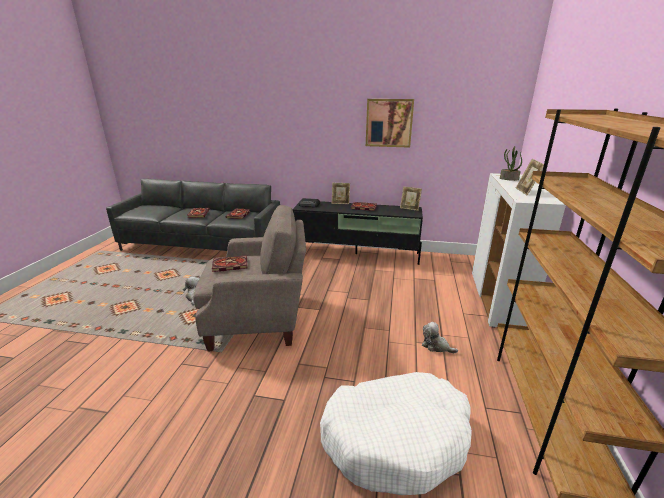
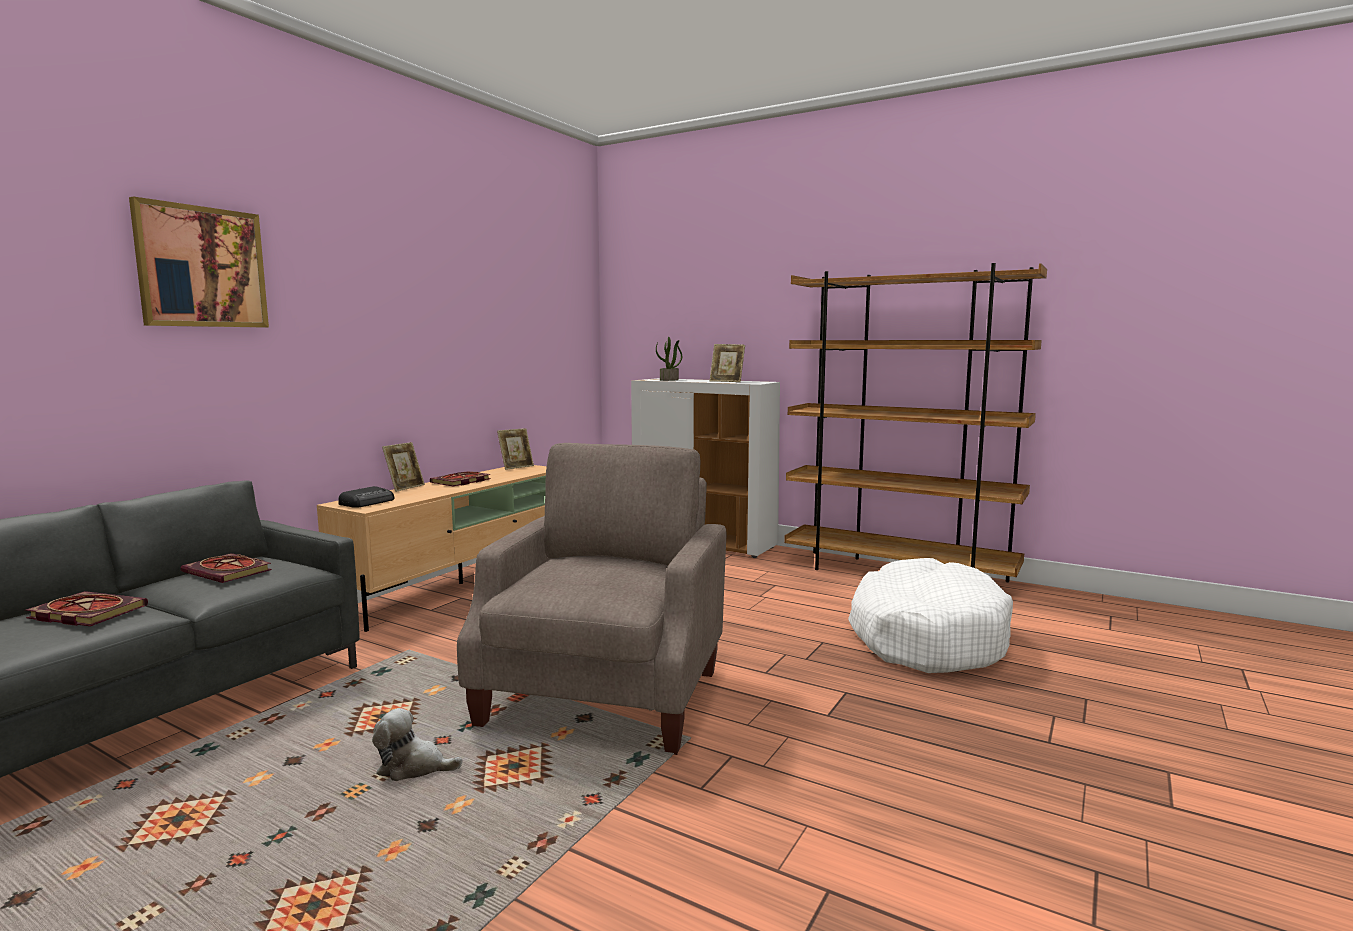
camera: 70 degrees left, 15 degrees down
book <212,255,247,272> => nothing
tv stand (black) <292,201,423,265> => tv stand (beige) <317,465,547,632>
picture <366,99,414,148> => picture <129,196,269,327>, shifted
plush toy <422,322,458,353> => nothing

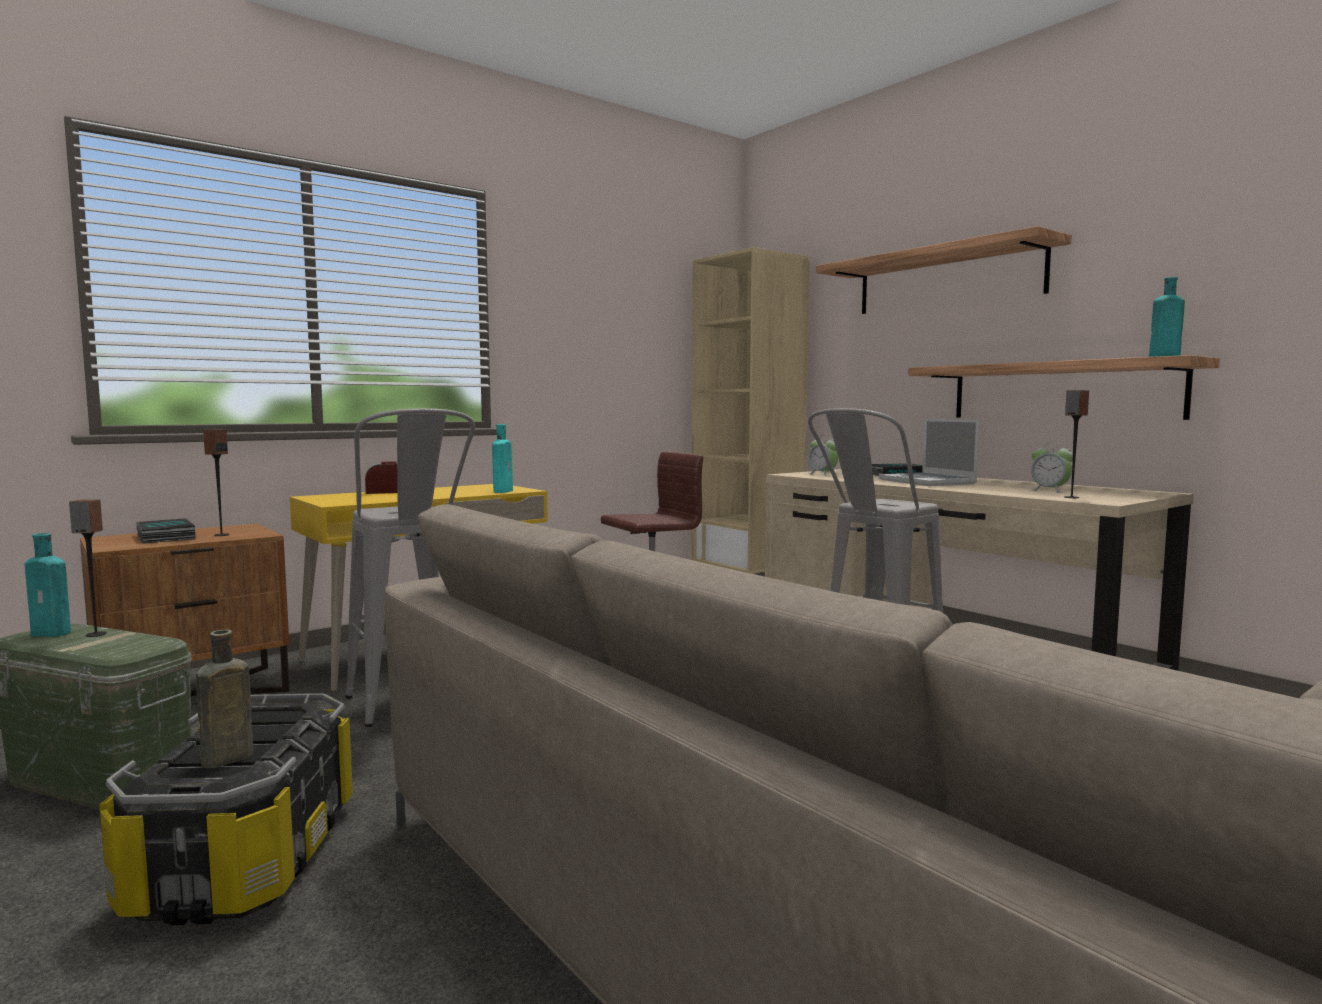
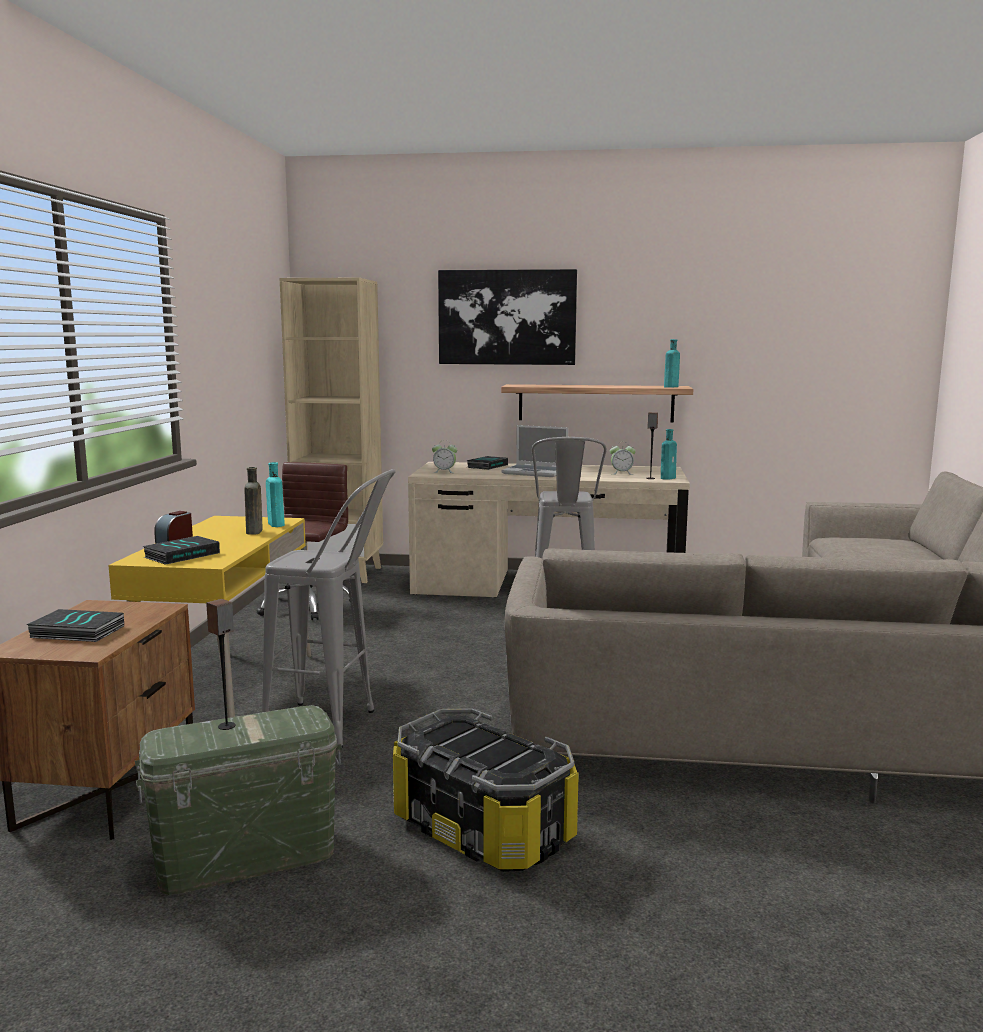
camera: 45 degrees left, 5 degrees up
bottle (turquoise) <25,533,71,637> => bottle (turquoise) <661,429,677,480>, shifted
bottle (brown) <196,630,253,769> => bottle (brown) <244,467,262,535>, shifted
speaker <203,429,229,536> => nothing
shelf <816,226,1072,314> => picture <438,269,577,365>
nothing => book <142,536,220,565>

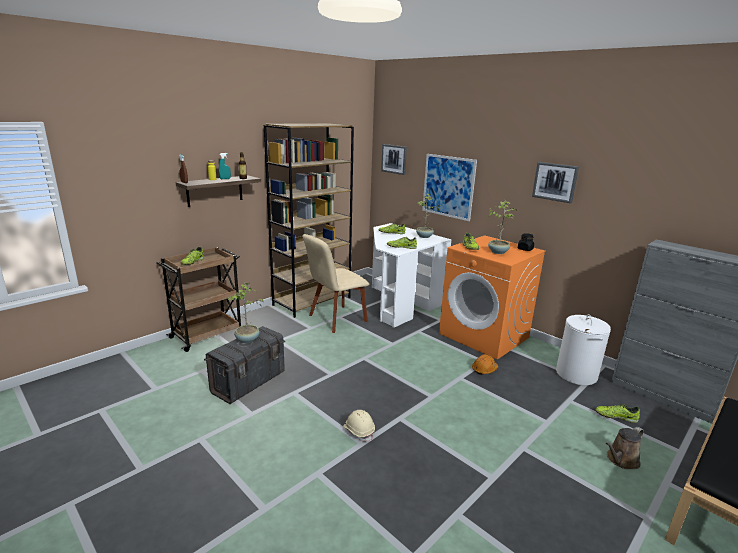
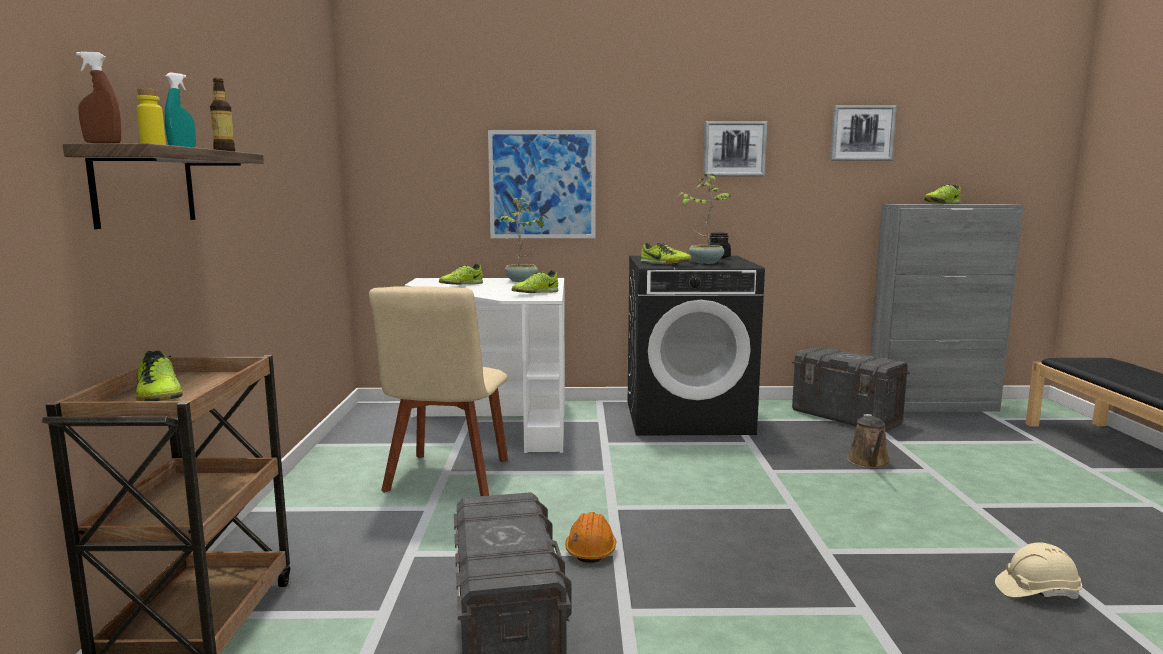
camera: 45 degrees left, 10 degrees down
potted plant <228,282,264,343> => nothing
bookcase (brown) <264,123,354,318> => nothing
hard hat (beige) <343,410,375,442> => hard hat (beige) <995,542,1082,599>, shifted
picture <381,144,407,175> => picture <830,105,897,161>, shifted
washing machine (orange) <439,235,546,360> => washing machine (black) <628,256,765,436>
hard hat (orange) <472,354,498,375> => hard hat (orange) <565,512,616,563>, shifted
laundry basket (white) <556,314,611,385> => storage box (grey) <792,346,910,432>
shoe <595,404,640,423> => shoe <924,184,961,204>, shifted
watering can (brown) <606,427,644,469> => watering can (brown) <847,414,890,469>, shifted

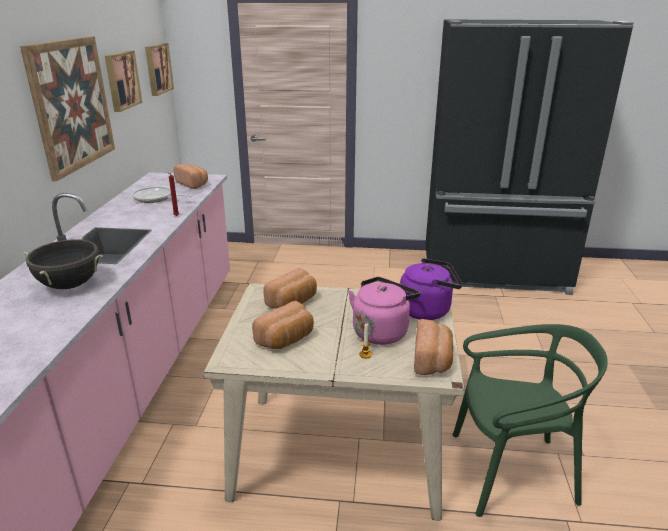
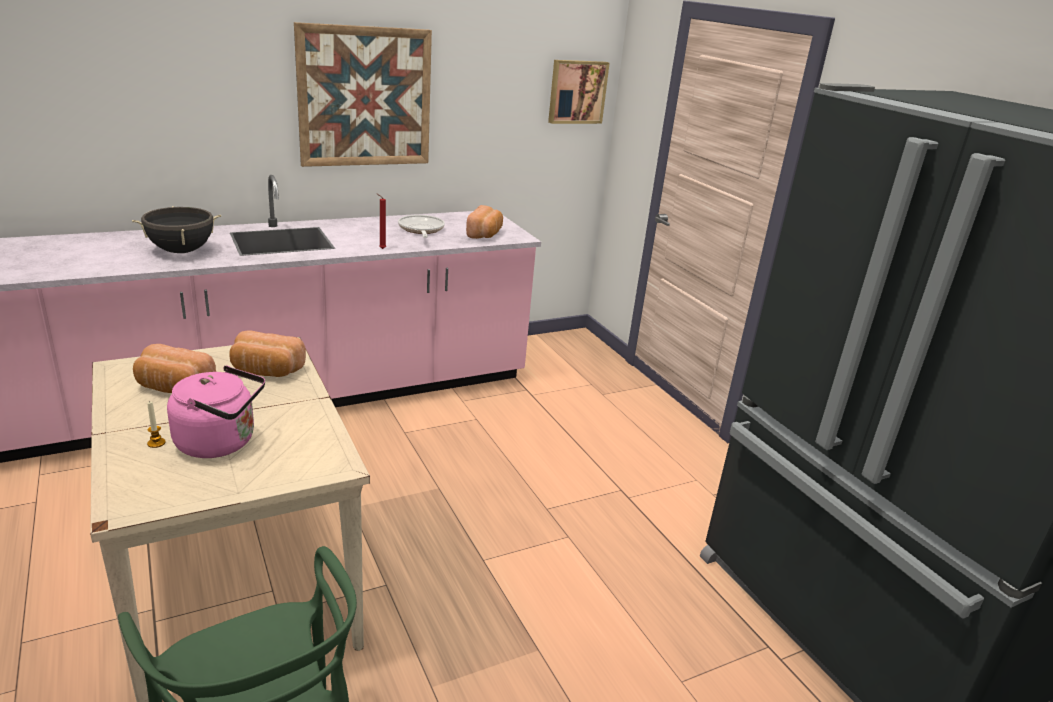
camera: 55 degrees right, 0 degrees up
picture <105,51,142,112> => nothing
kettle (purple) <400,258,462,320> => nothing
bread <414,319,453,375> => nothing

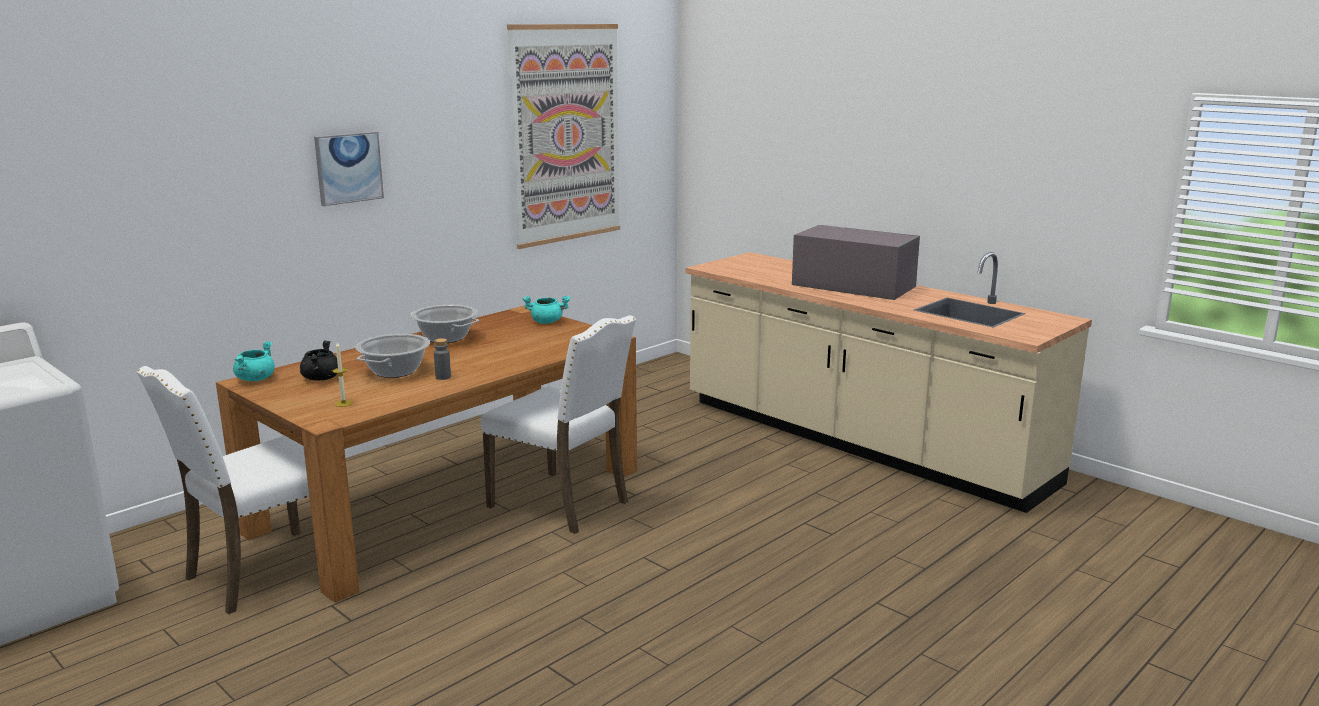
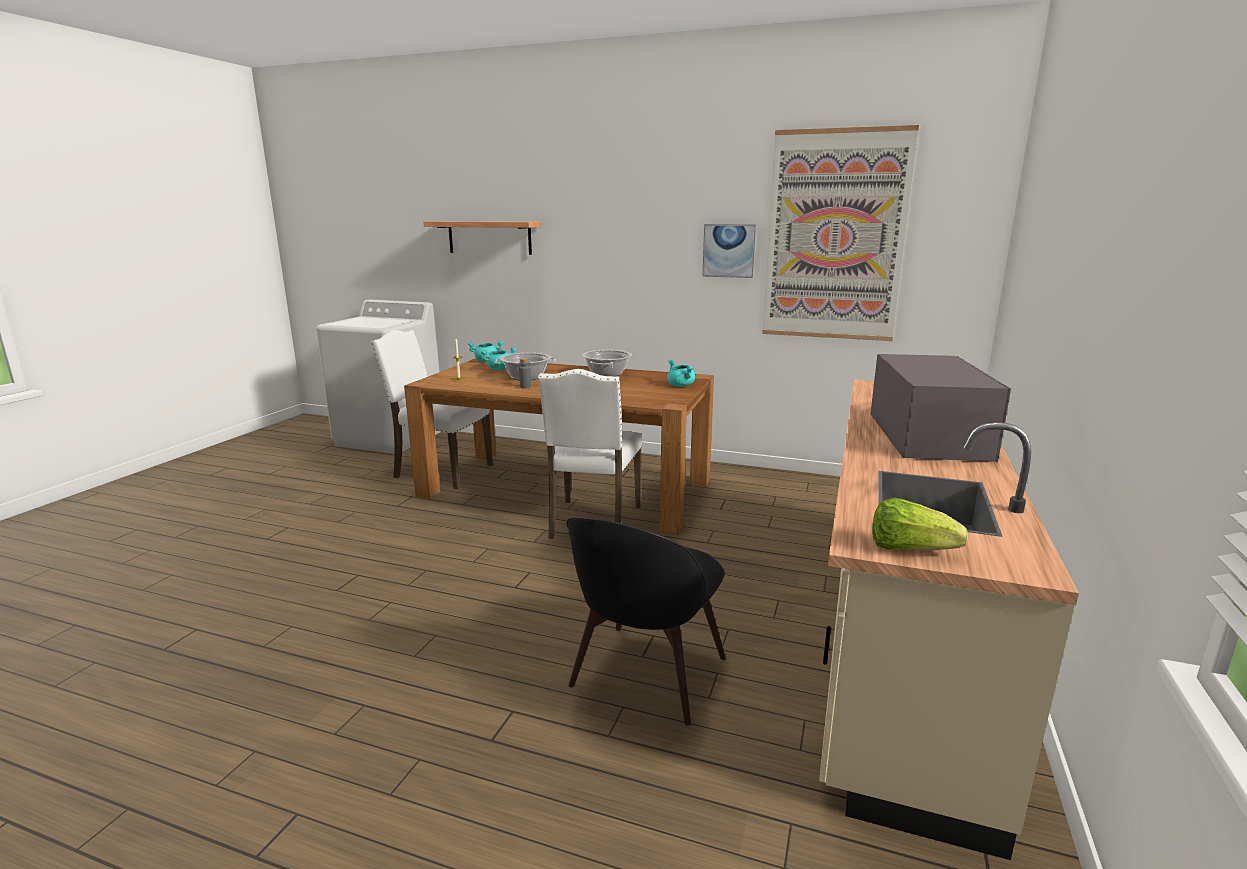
camera: 65 degrees right, 0 degrees up
cooking pot (black) <300,340,338,380> => cooking pot (turquoise) <481,347,517,370>
picture <314,132,384,206> => picture <702,224,756,278>, shifted
nothing => shelf <423,221,541,255>
nothing => chair (black) <567,517,726,726>
nothing => lettuce <872,498,968,550>

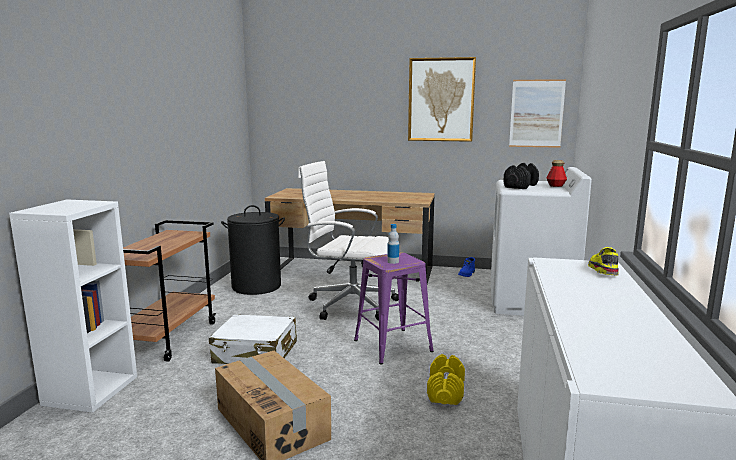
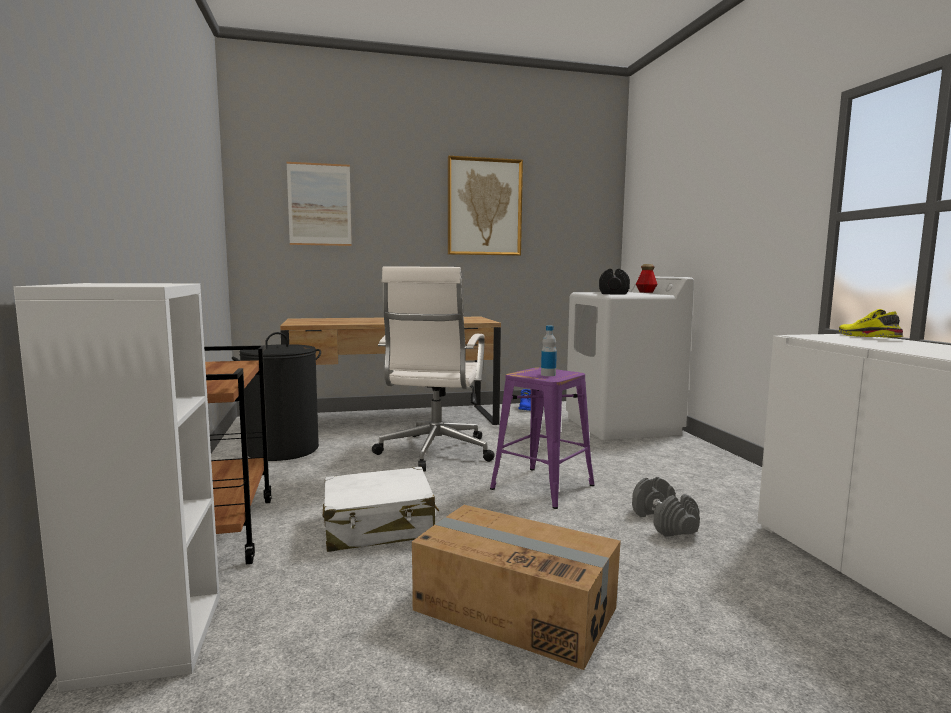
camera: 25 degrees left, 5 degrees down
office chair (white) <298,161,399,321> => office chair (white) <372,266,495,472>, 75 degrees counterclockwise
dumbbell (yellow) <427,354,465,405> => dumbbell (grey) <632,477,700,537>
picture <509,79,566,148> => picture <287,162,352,246>, shifted

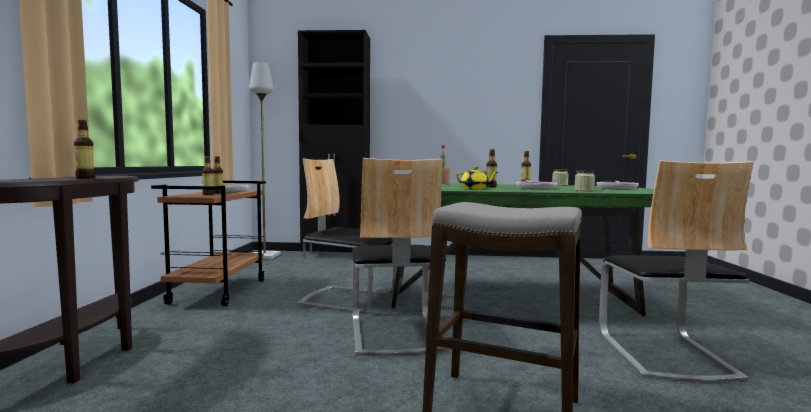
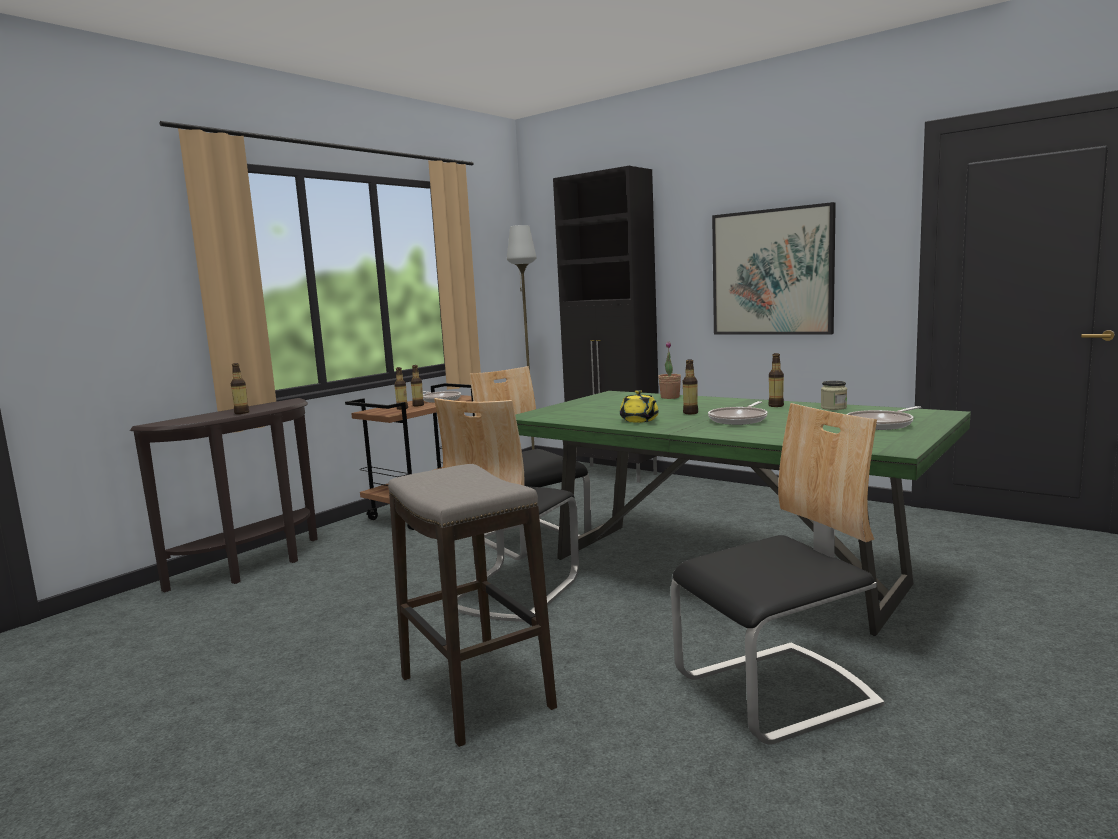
camera: 35 degrees right, 5 degrees up
jar <574,171,595,191> => nothing
chair <599,160,754,383> => chair <671,403,885,745>, 150 degrees counterclockwise
nothing => picture <712,202,836,335>

